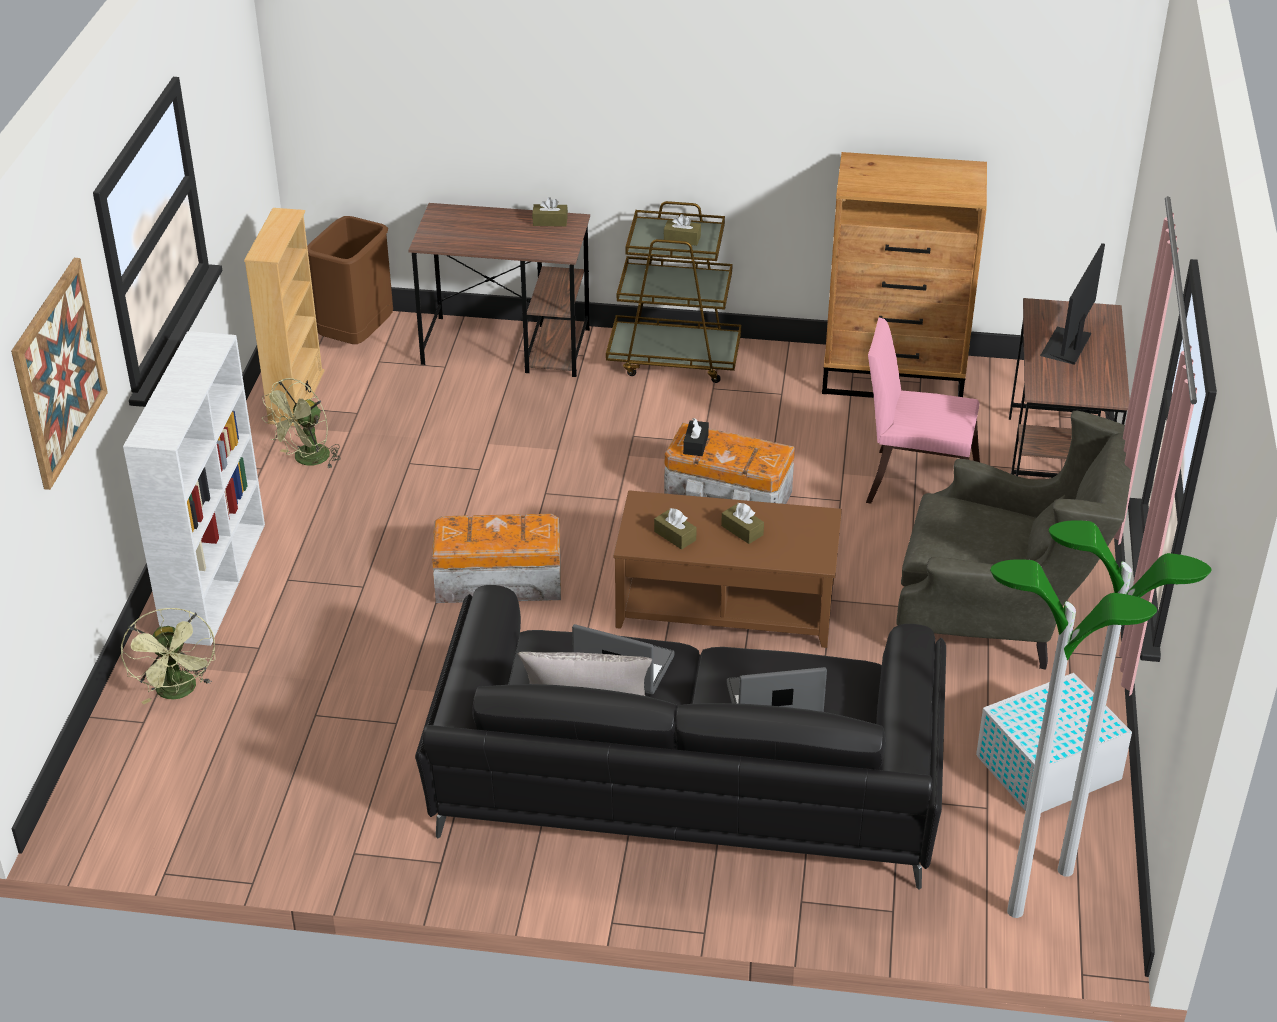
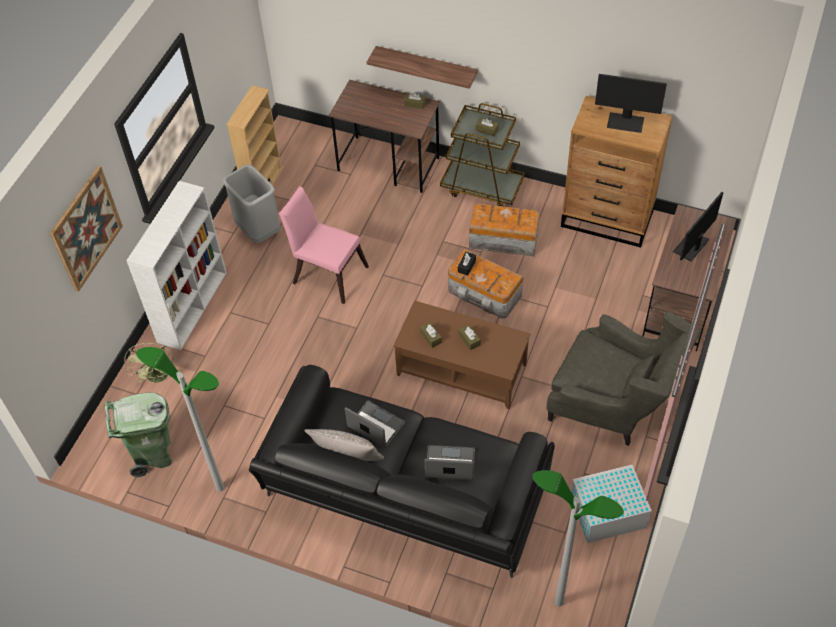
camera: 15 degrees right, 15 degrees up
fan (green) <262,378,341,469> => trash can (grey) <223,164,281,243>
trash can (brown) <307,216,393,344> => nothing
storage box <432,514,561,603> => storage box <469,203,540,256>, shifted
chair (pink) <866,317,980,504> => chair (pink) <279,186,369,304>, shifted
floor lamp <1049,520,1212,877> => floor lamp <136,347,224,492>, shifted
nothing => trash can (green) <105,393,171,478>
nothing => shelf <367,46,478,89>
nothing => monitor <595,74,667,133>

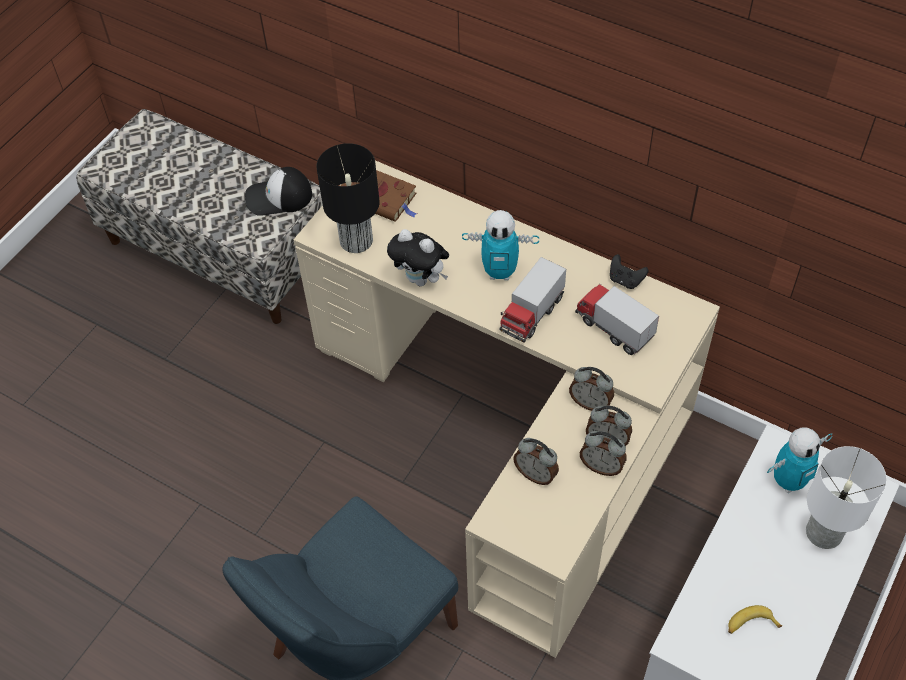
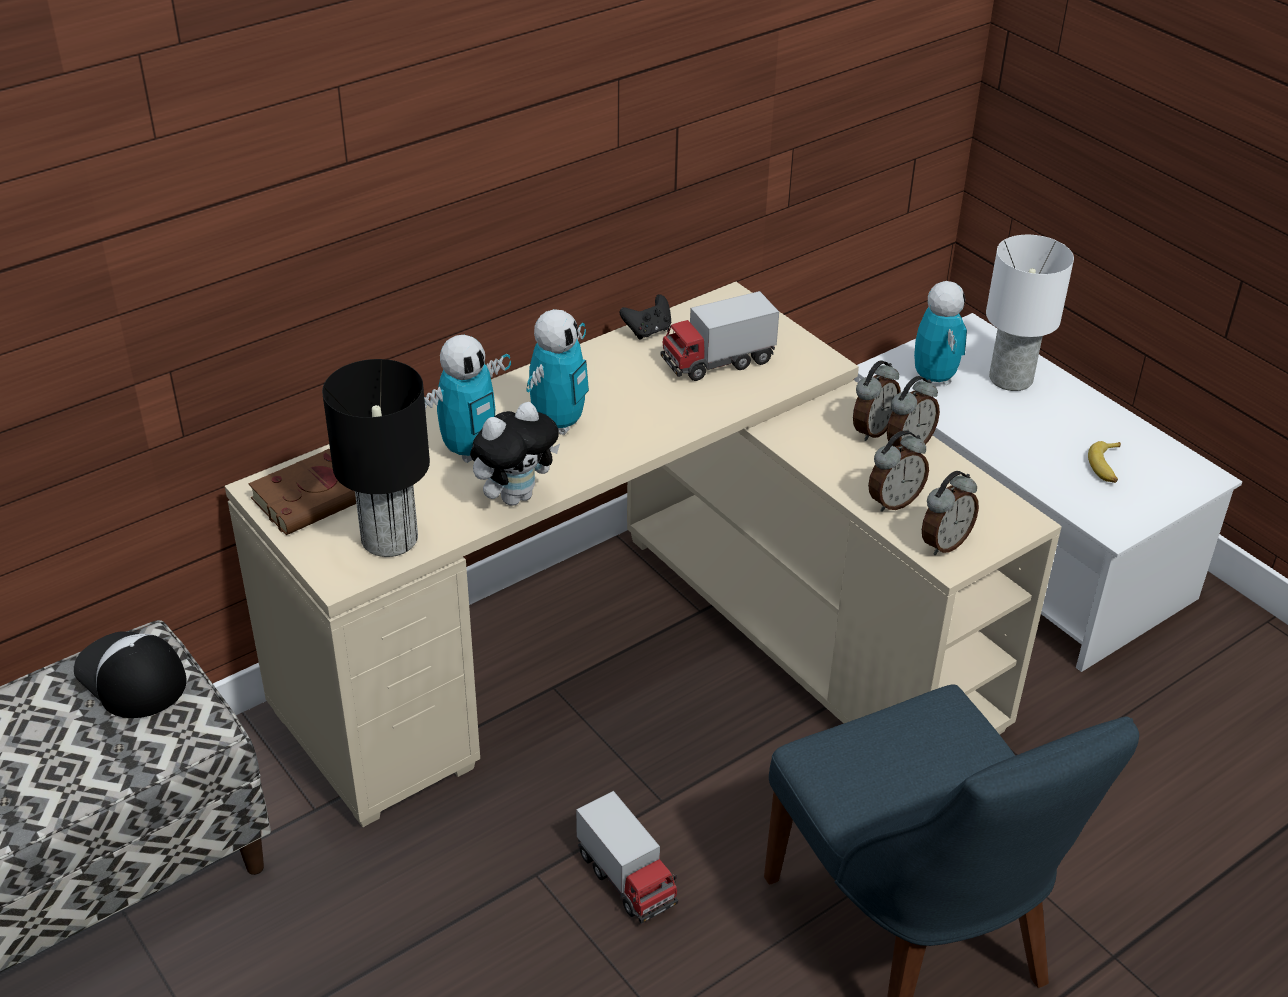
camera: 70 degrees left, 15 degrees down
cap <245,167,312,216> => cap <74,631,187,718>, 120 degrees clockwise
toy truck <499,257,566,343> => toy truck <576,791,678,924>, shifted
alarm clock <569,367,614,411> => alarm clock <922,471,979,555>, shifted
nothing => toy robot <424,335,511,463>

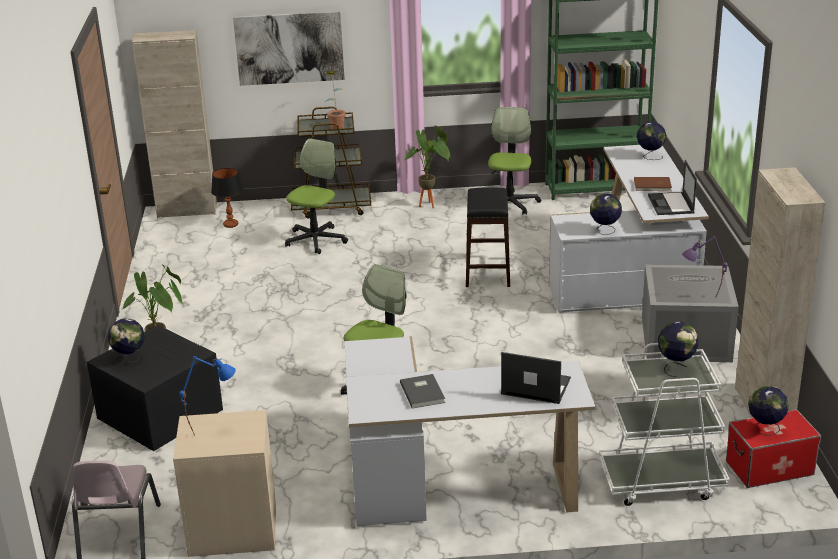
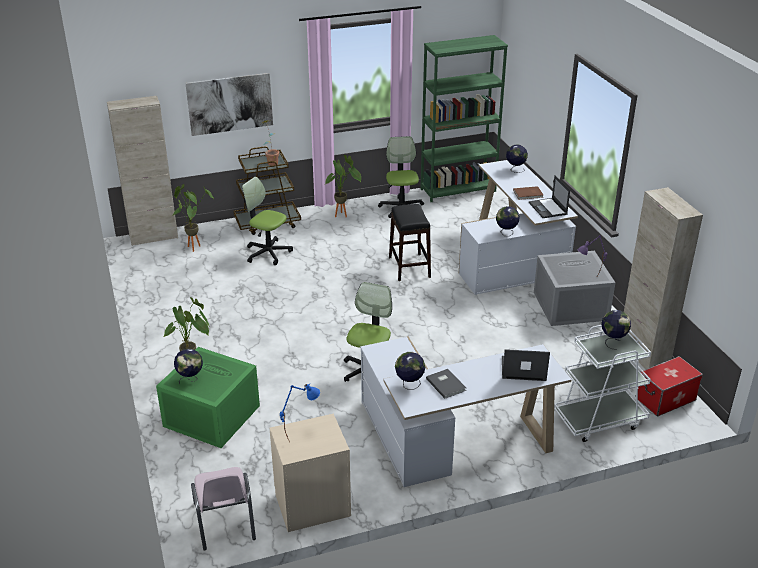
camera: 15 degrees left, 5 degrees up
storage box (black) <87,325,223,451> => storage box (green) <156,347,260,448>
table lamp <211,168,243,228> => potted plant <172,184,214,252>
office chair <285,138,348,254> => office chair <242,177,293,265>, 75 degrees counterclockwise
globe <748,386,789,436> => globe <395,352,425,390>, shifted

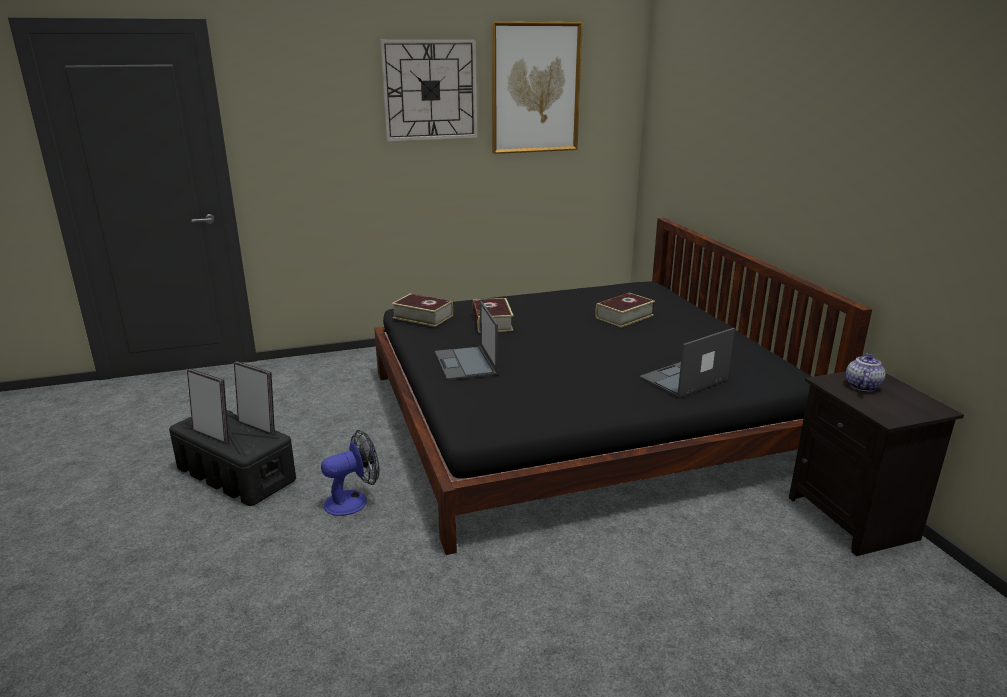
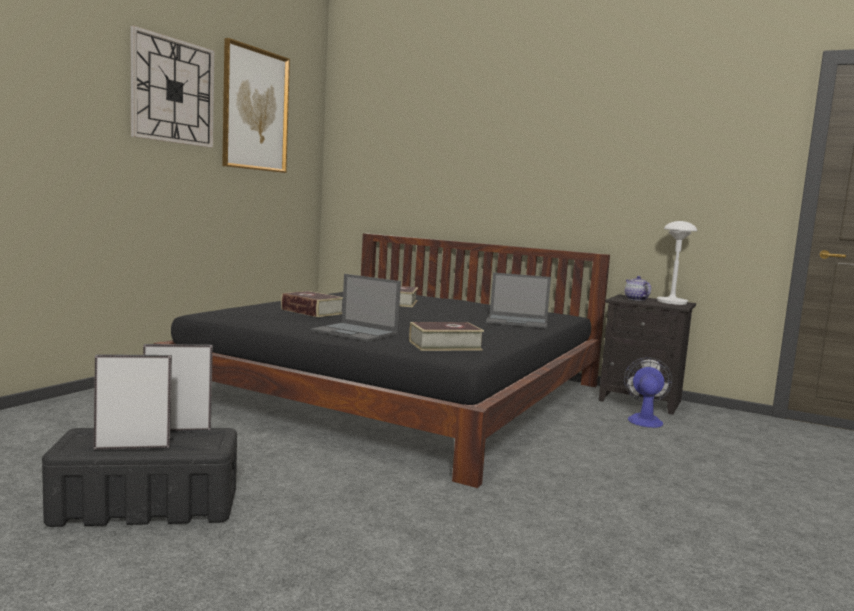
camera: 45 degrees left, 15 degrees down
fan <321,430,379,516> => fan <624,357,672,428>, shifted
book <391,293,453,327> => book <409,322,484,351>, shifted
laptop <639,328,735,398> => laptop <486,272,551,328>, 90 degrees counterclockwise
nothing => table lamp (white) <657,221,697,305>

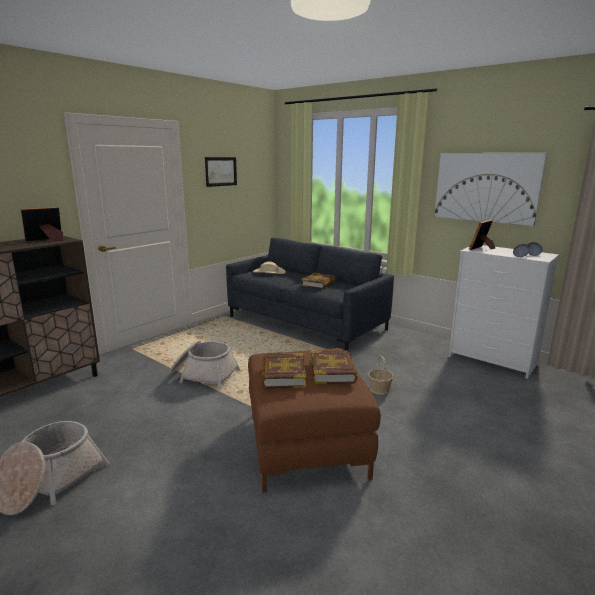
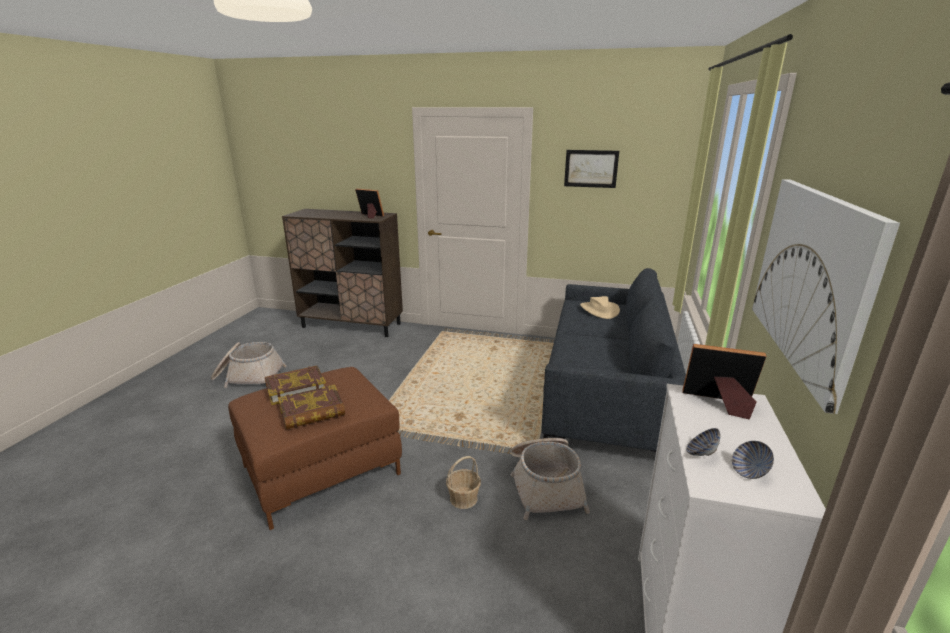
camera: 65 degrees right, 5 degrees up
basket <169,340,240,390> => basket <511,438,590,520>, shifted
book <301,273,336,289> => nothing

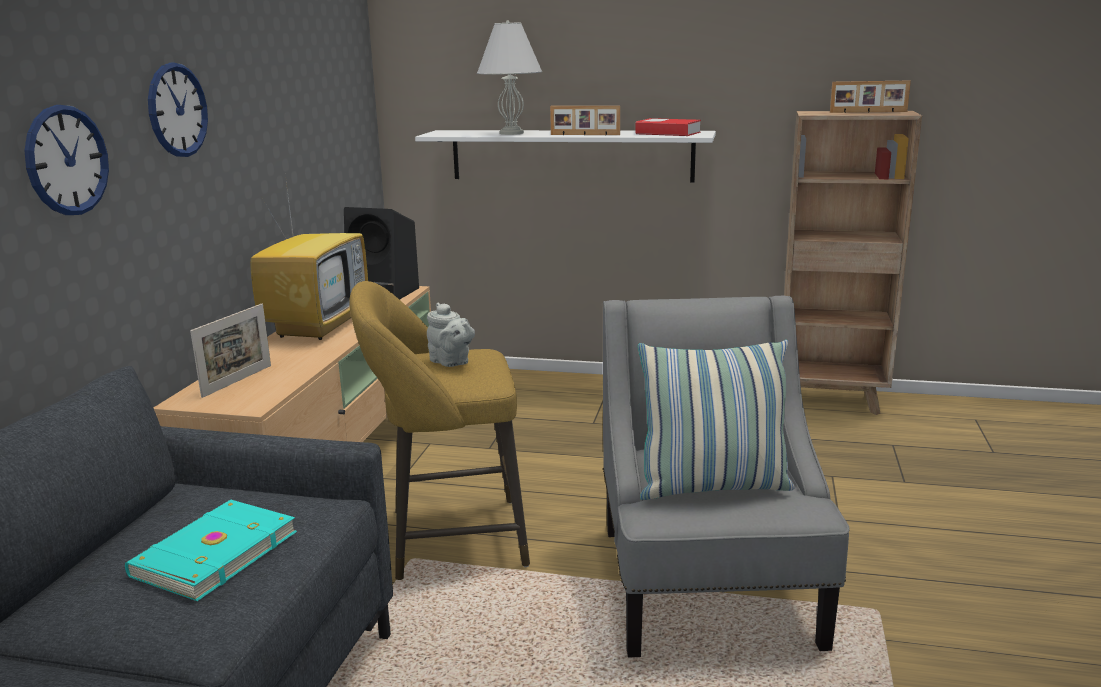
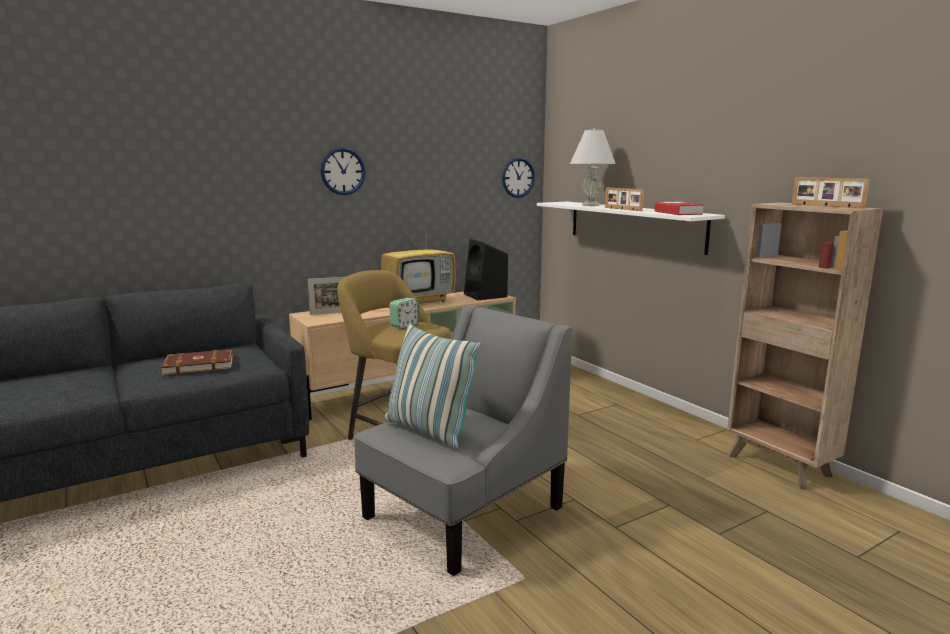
camera: 45 degrees right, 5 degrees down
wall clock <24,105,109,215> => wall clock <502,158,535,198>, shifted
book (turquoise) <125,500,297,601> => book (brown) <161,349,233,375>
teapot (grey) <427,303,475,367> => alarm clock <389,298,420,329>

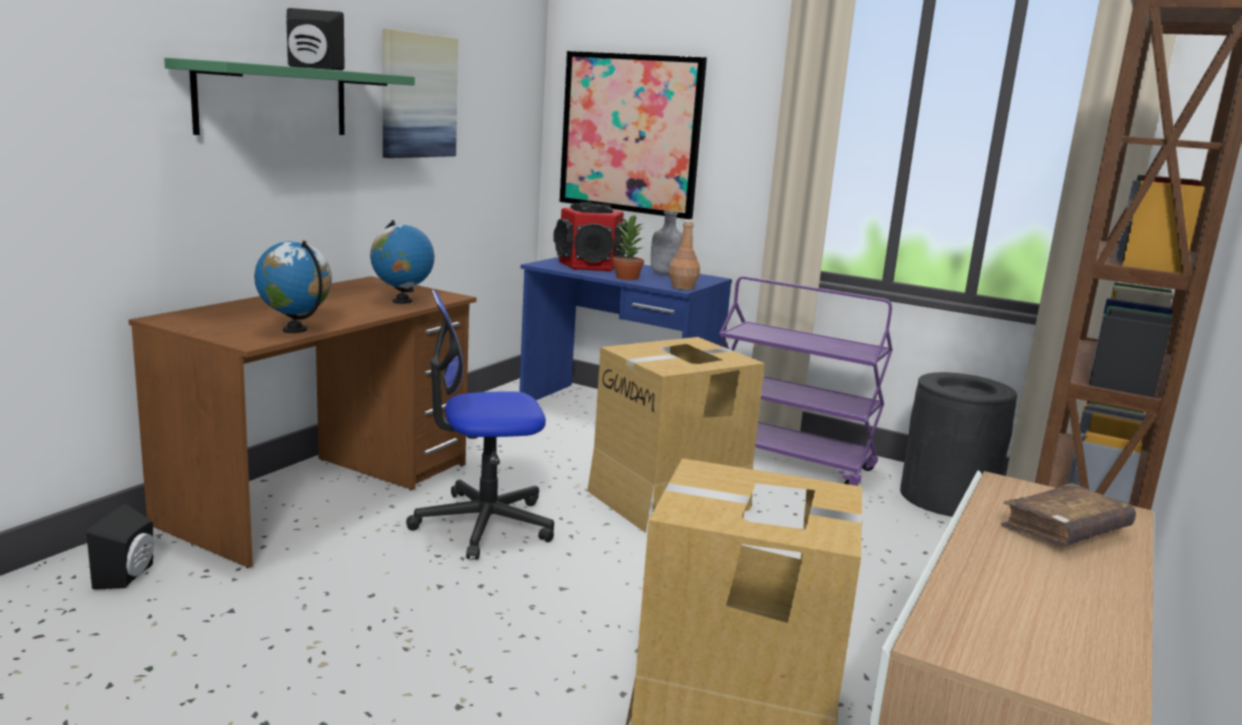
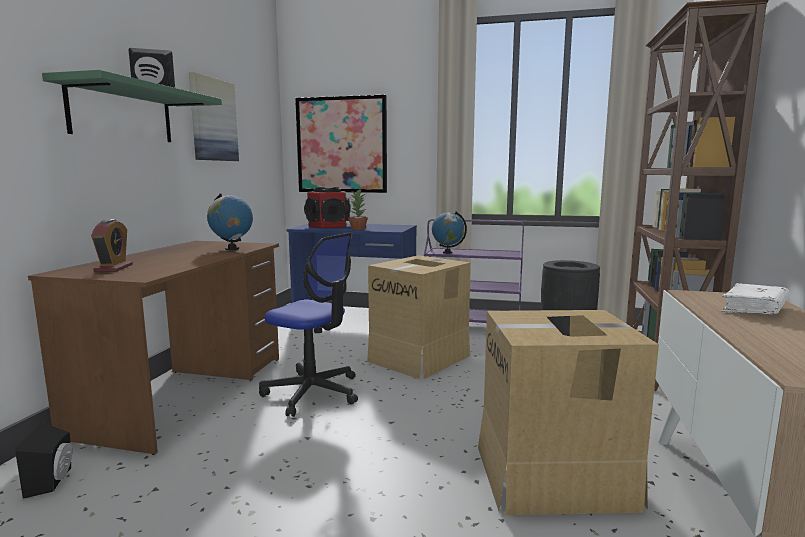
camera: 15 degrees left, 5 degrees down
globe <254,240,332,333> => globe <432,211,467,254>, shifted
office chair <406,289,554,560> => office chair <259,233,358,417>, 120 degrees counterclockwise
bottle (grey) <651,211,682,275> => nothing
bottle (brown) <669,220,700,290> => nothing
book (brown) <1001,483,1136,546> => book (white) <721,283,790,314>
nothing => alarm clock <91,219,133,272>

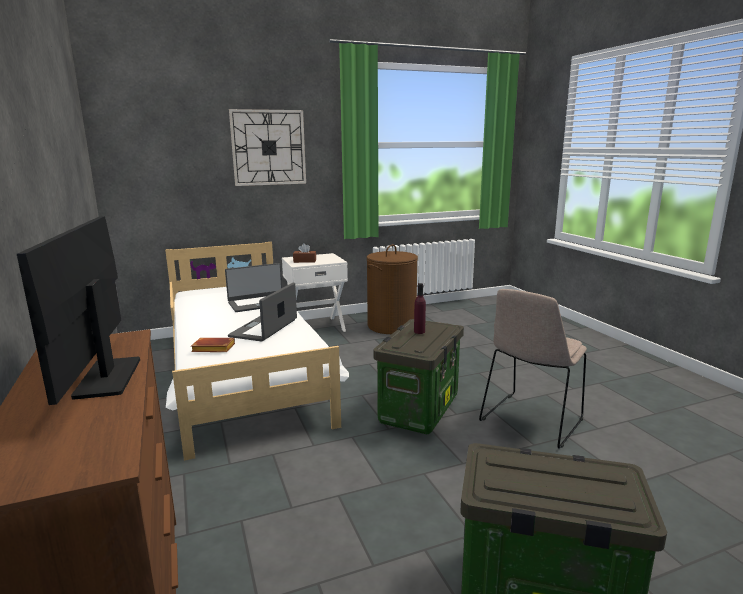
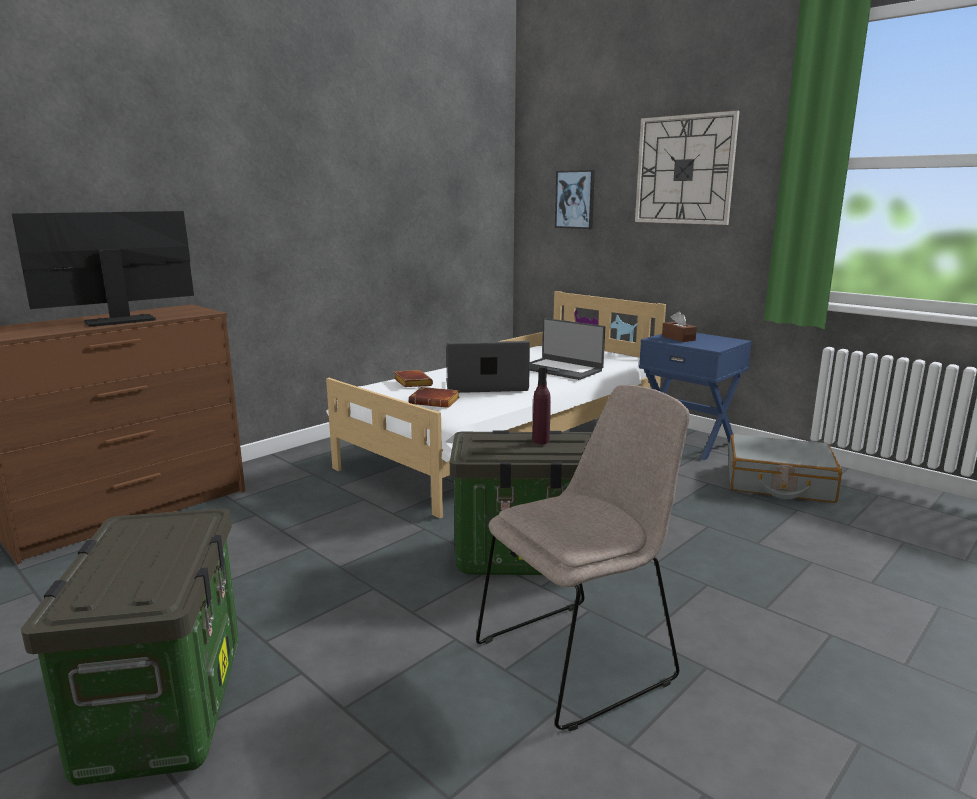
camera: 65 degrees right, 0 degrees up
nightstand (white) <282,253,348,332> => nightstand (blue) <639,333,752,460>
laundry basket (brown) <366,244,418,334> => suitcase (grey) <729,434,842,503>
chair (beige) <479,289,587,449> => chair (beige) <476,385,690,731>, 135 degrees clockwise
nothing => book (brown) <408,387,460,408>
nothing => picture <555,170,595,229>

